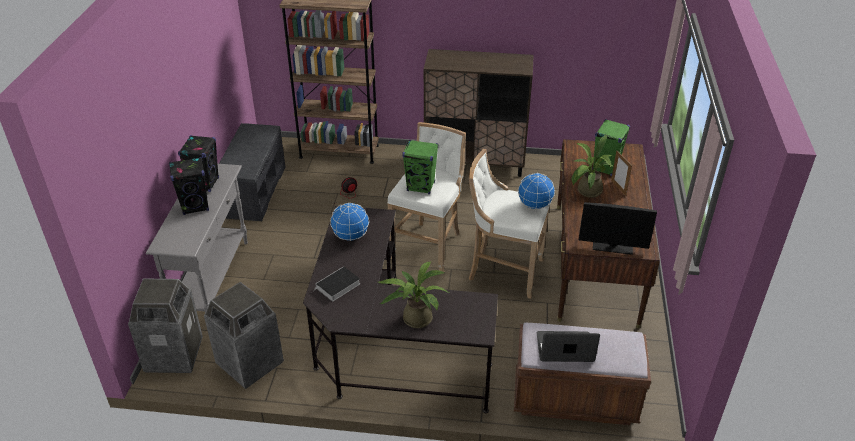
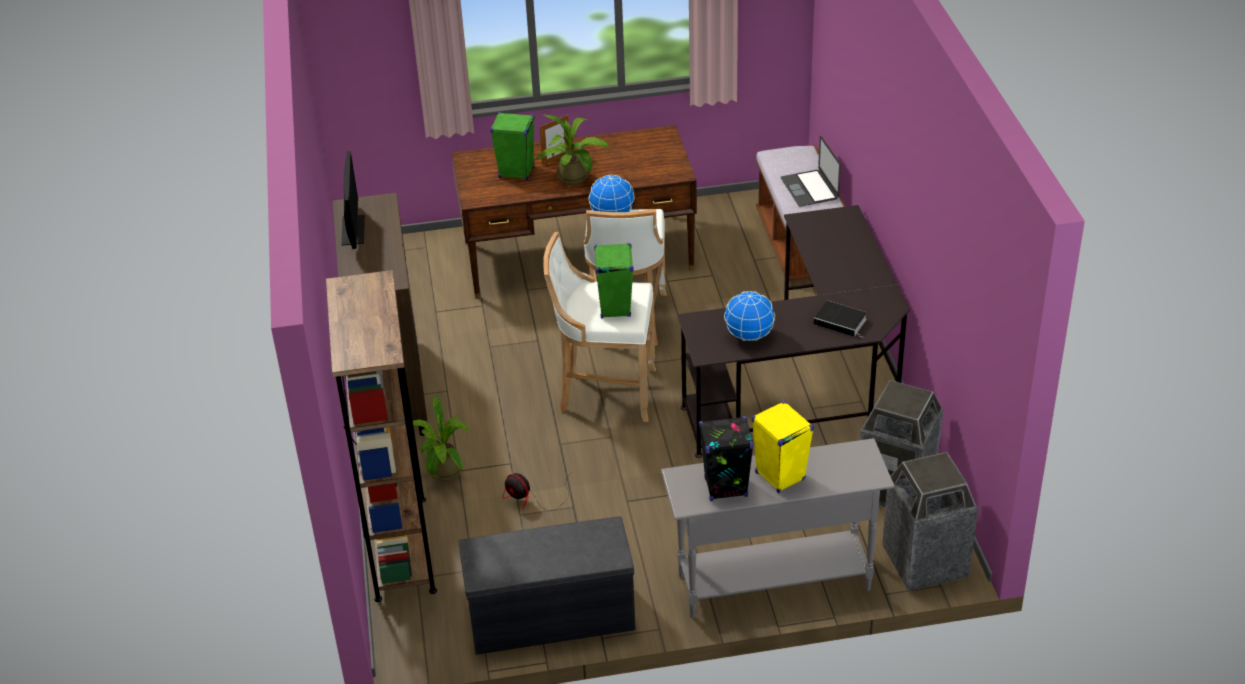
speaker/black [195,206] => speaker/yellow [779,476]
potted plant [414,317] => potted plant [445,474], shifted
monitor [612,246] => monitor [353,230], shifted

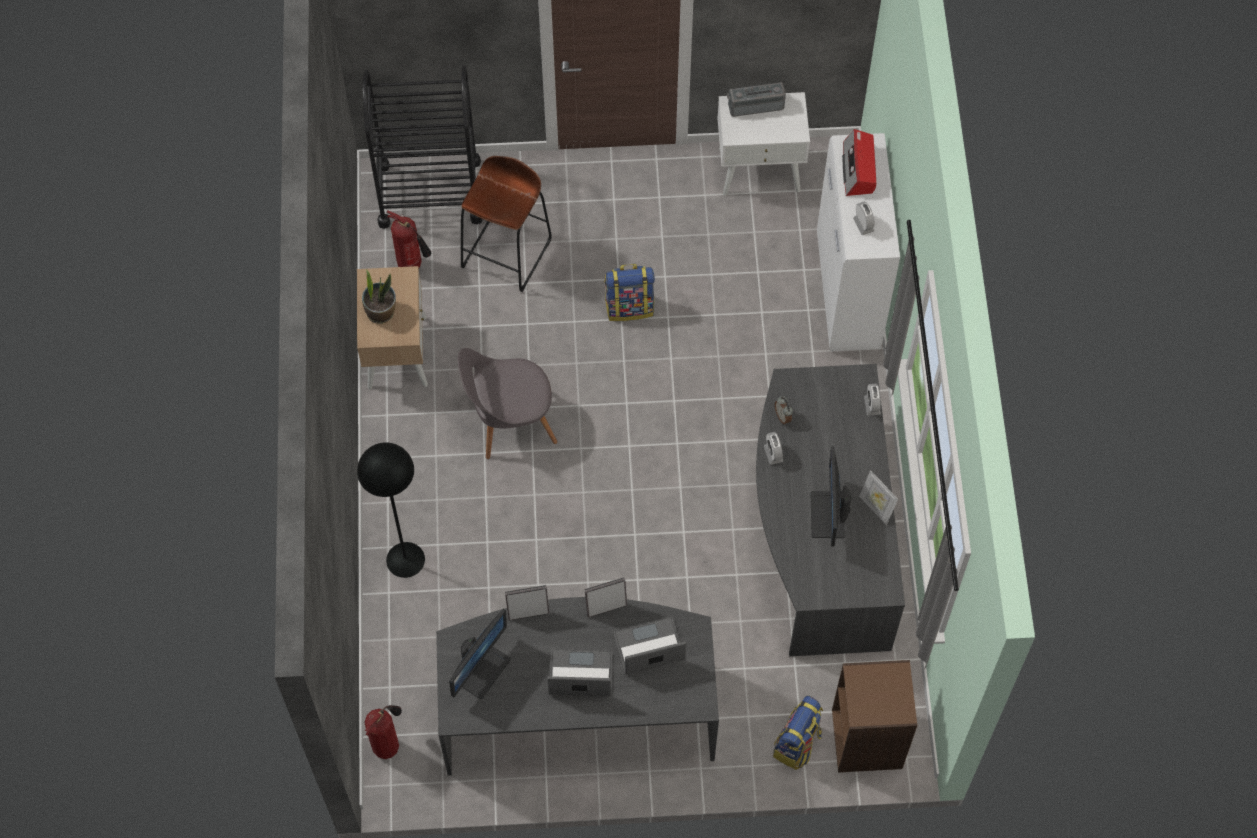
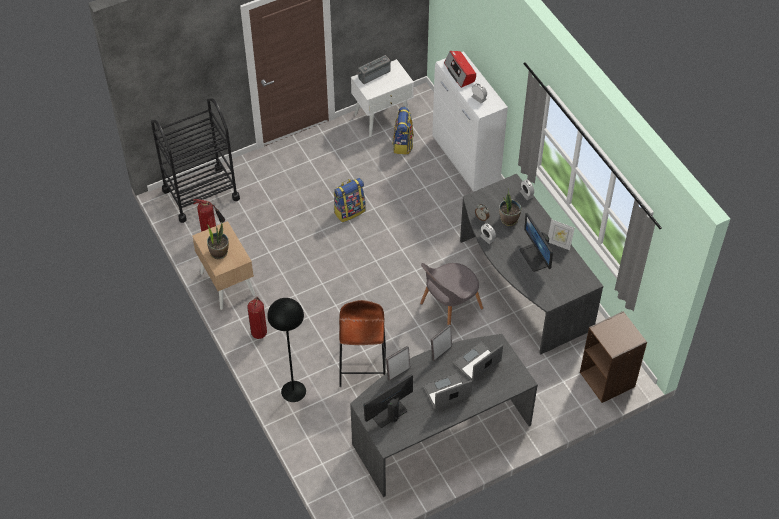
fire extinguisher [387,744] => fire extinguisher [259,332], shifted
monitor [481,669] => monitor [388,412], 135 degrees counterclockwise
chair/grey [509,421] => chair/grey [449,307], shifted
stool/brown [507,253] => stool/brown [363,367], shifted
backpack [797,744] => backpack [403,144], shifted
nothing => potted plant [508,219]

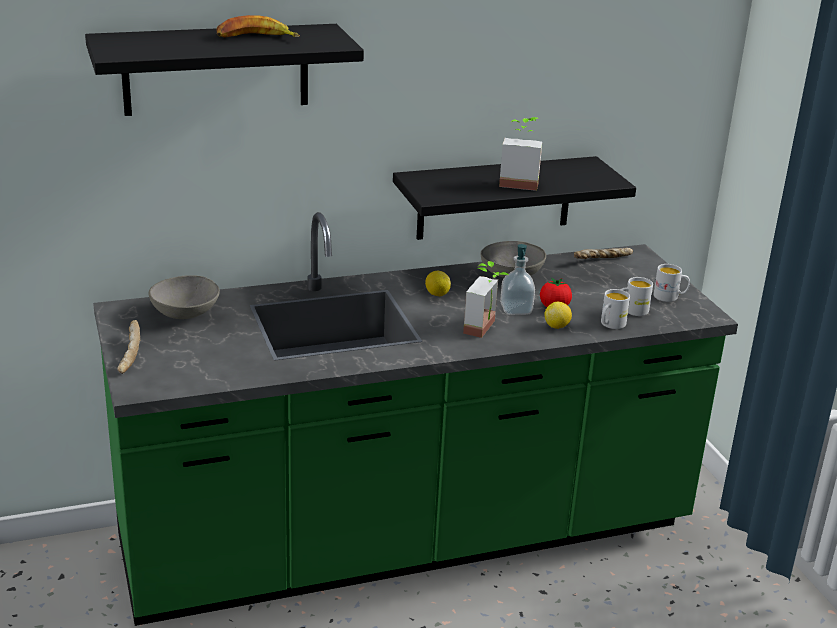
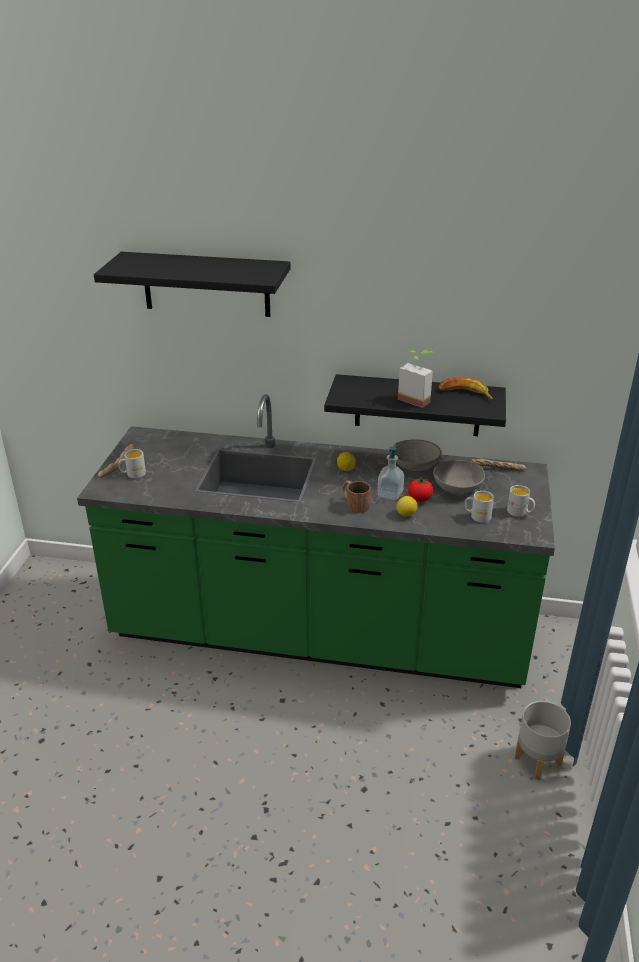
bowl/grey [184,313] => bowl/grey [457,488], shifted
banana [256,38] => banana [464,393], shifted
potted plant [487,329] => mug/brown [354,504]
mug/white [610,325] => mug/white [133,474], shifted
nothing => planter/grey [538,760]

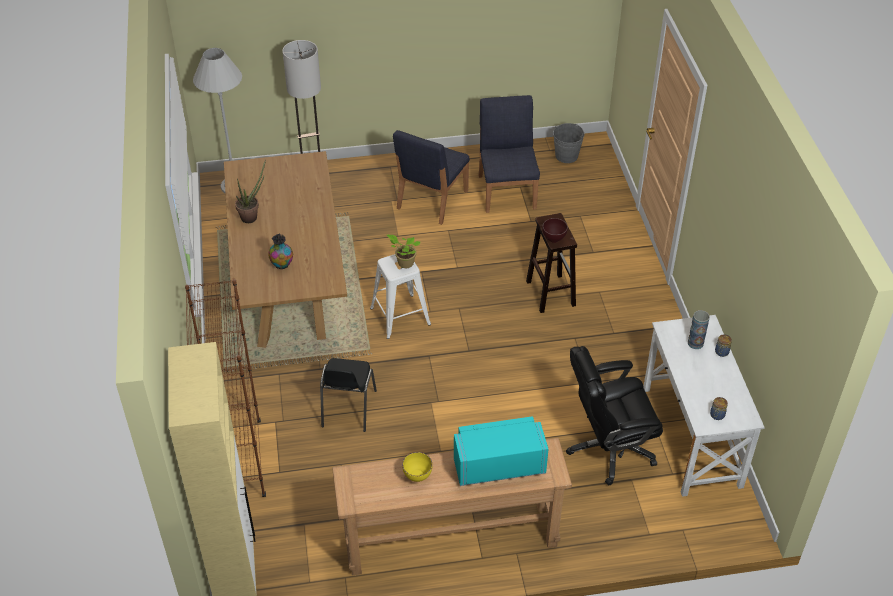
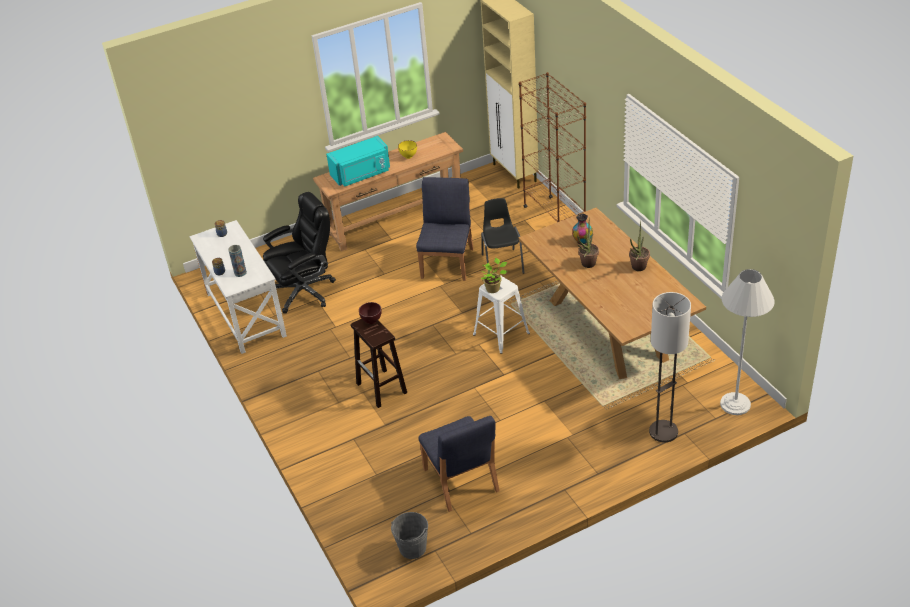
chair/blue [431,200] => chair/blue [448,262], shifted
nothing => potted plant [587,265]

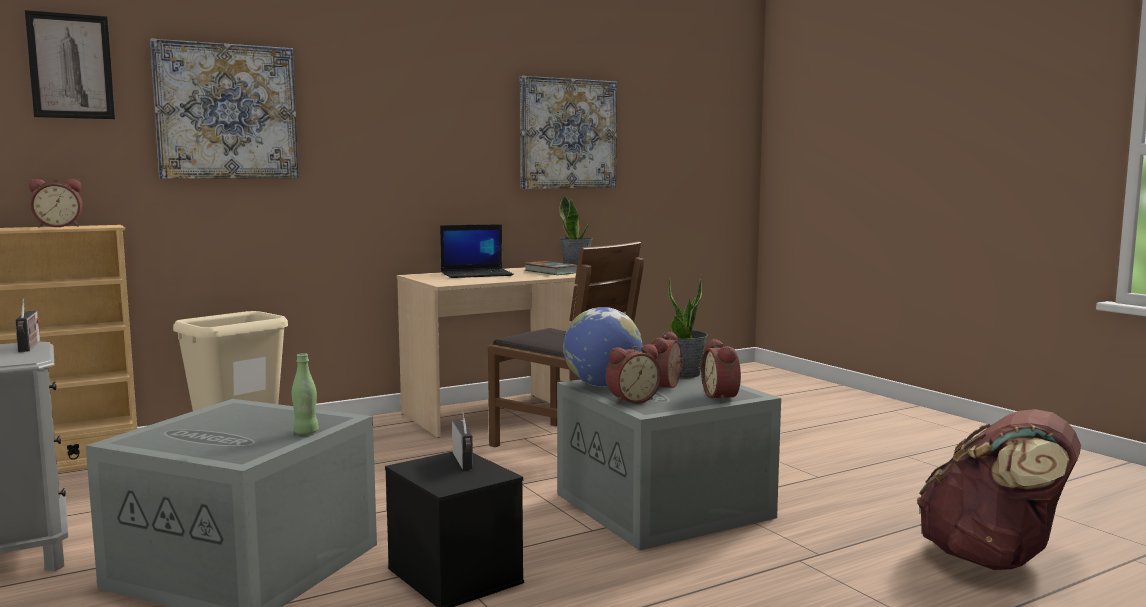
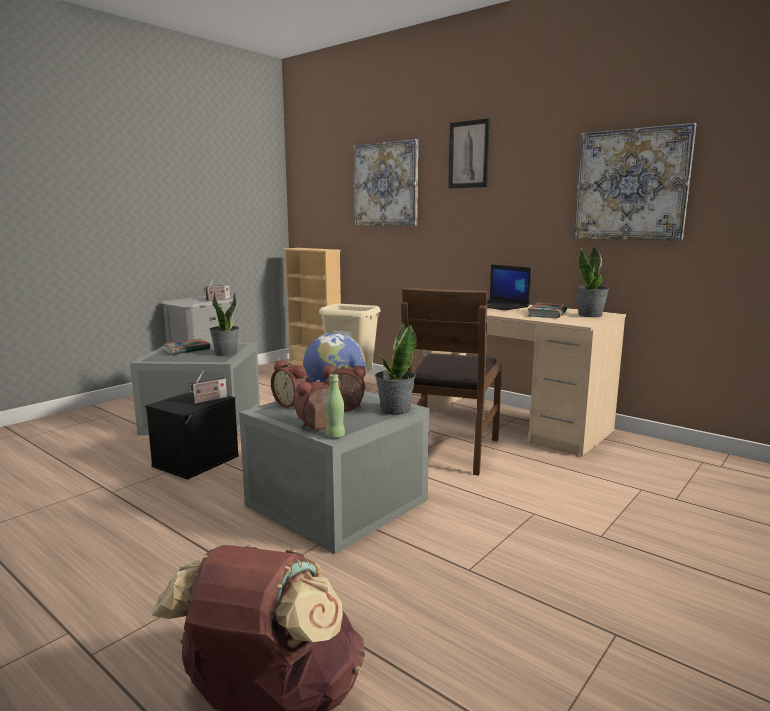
picture [71,66] => picture [468,154], shifted
alarm clock [59,226] => nothing
bottle/green [306,432] => bottle/green [335,436], shifted
nothing => book [186,350]
nothing => potted plant [225,353]

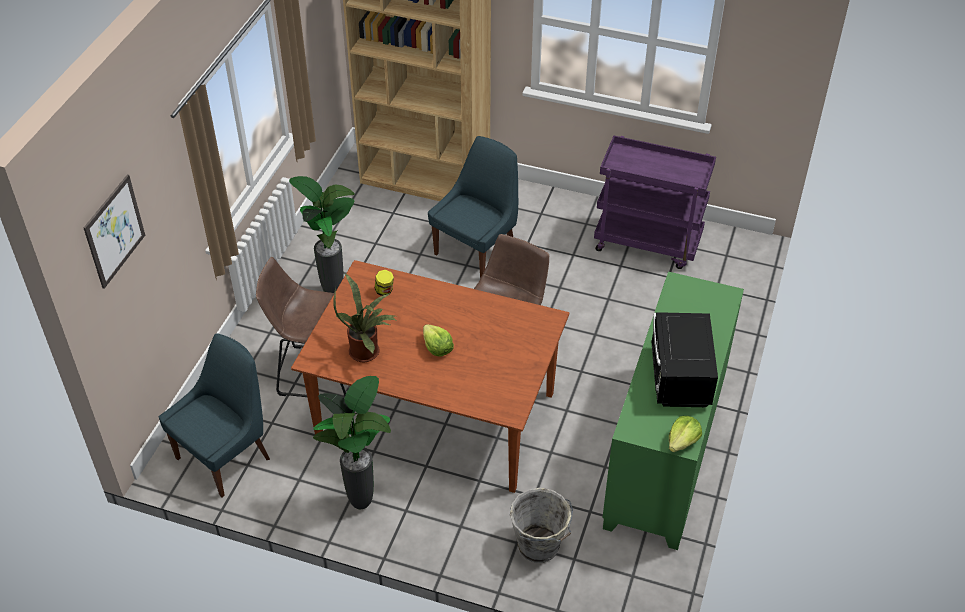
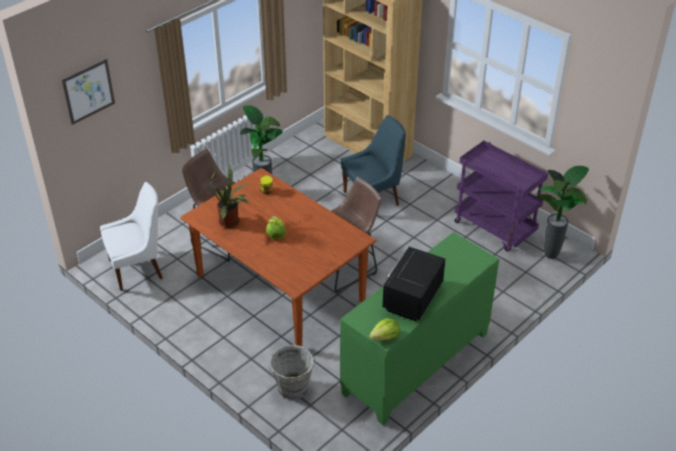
chair/blue [226,456] => chair/white [138,268]
potted plant [363,502] => potted plant [552,256], shifted

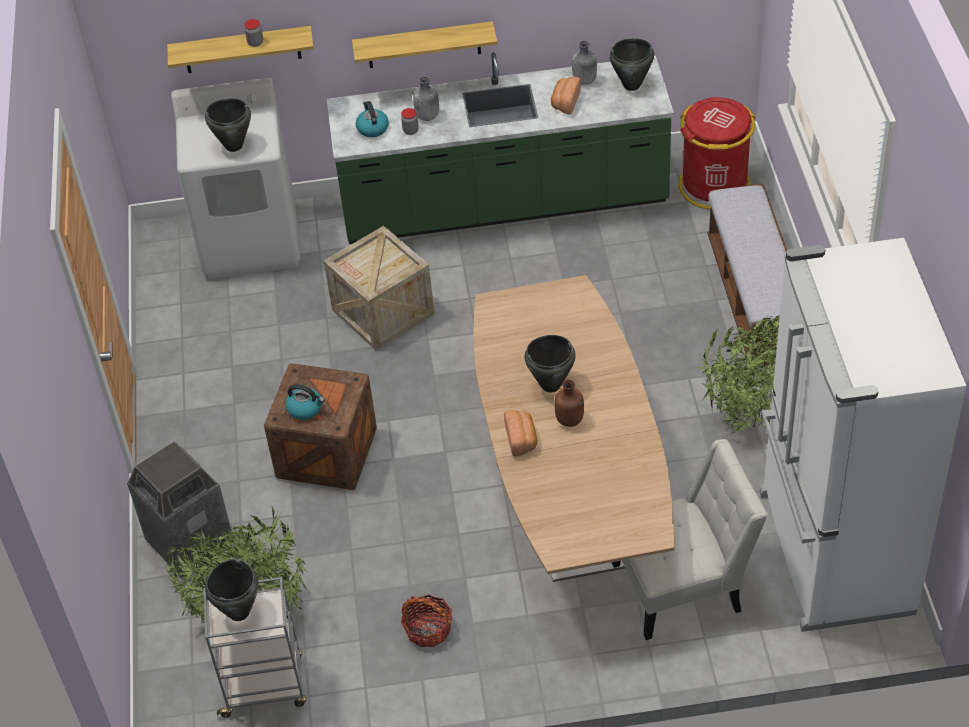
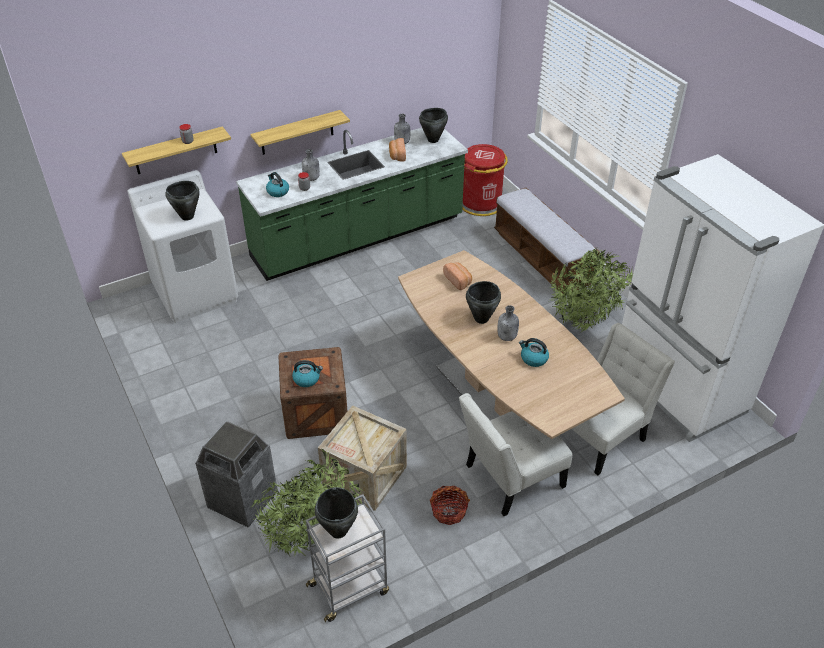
crate [383,312] => crate [364,475], shifted
bread [521,439] => bread [458,281], shifted
bottle/brown [570,420] => bottle/grey [507,337]
nothing => chair/white [509,478]
nothing => kettle [533,359]

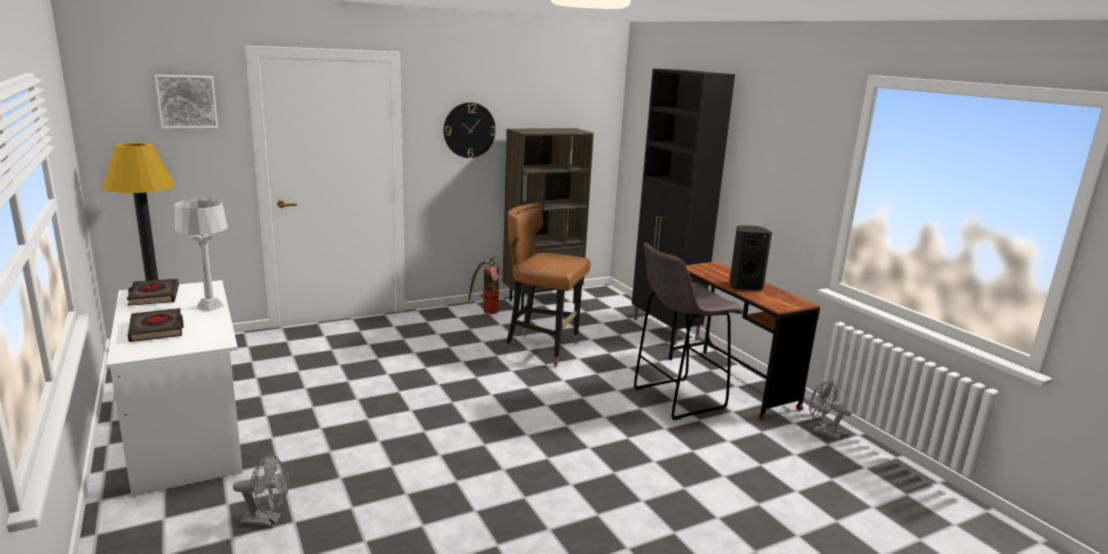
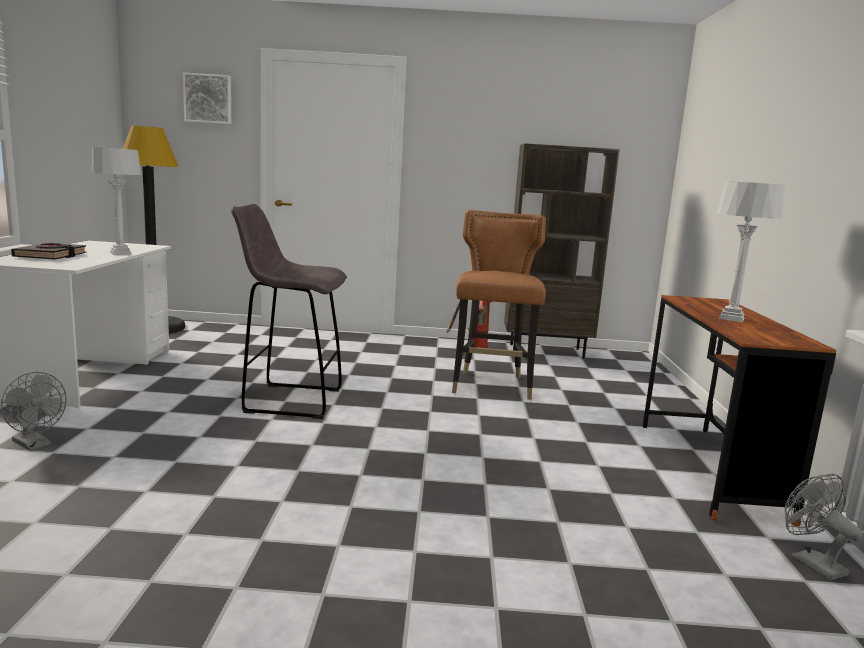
book/black [153,296] => nothing
wall clock [469,130] => nothing
chair/brown [542,349] => chair/brown [492,386], 45 degrees clockwise
cabinet/black [665,330] => nothing
stool/grey [676,399] => stool/grey [290,400], shifted
speaker/black [744,286] => table lamp/grey [731,318]

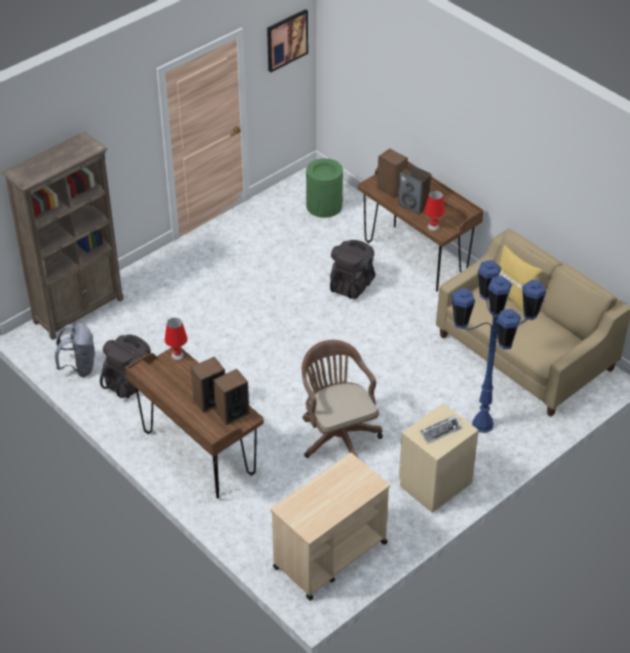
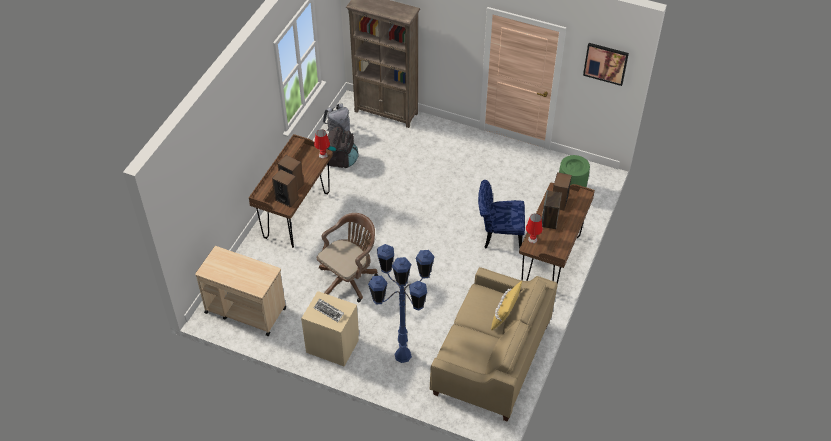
backpack/black [352,284] => chair/blue [498,235]

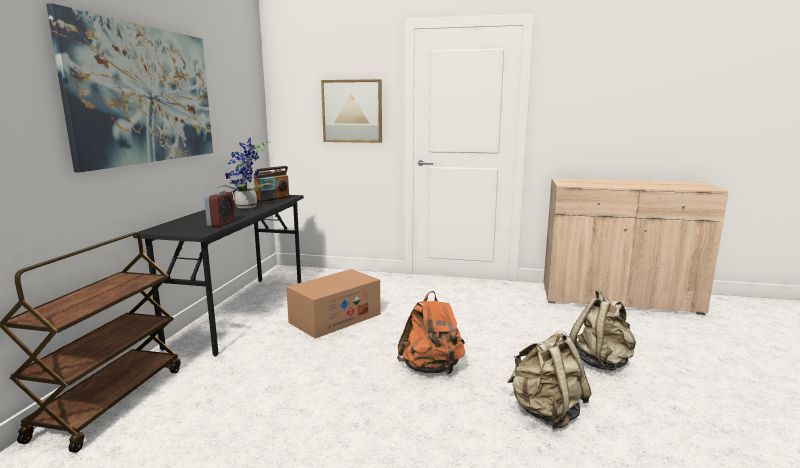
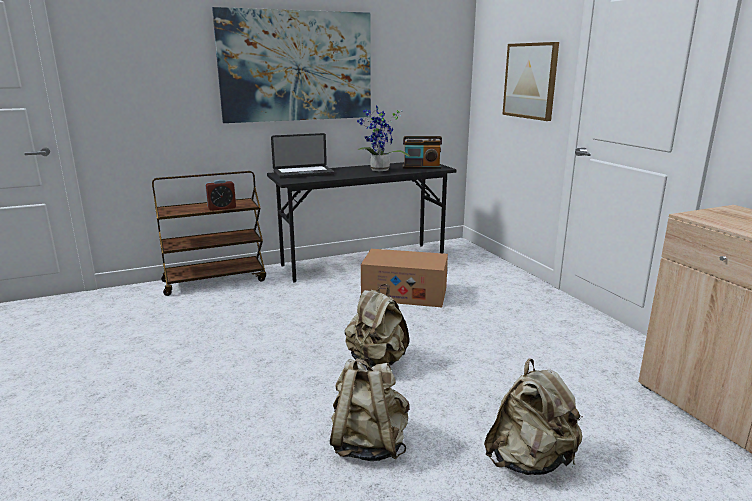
alarm clock [221,223] => alarm clock [222,208], shifted
backpack/orange [431,368] => backpack/beige [376,362]
nothing => laptop [303,173]

